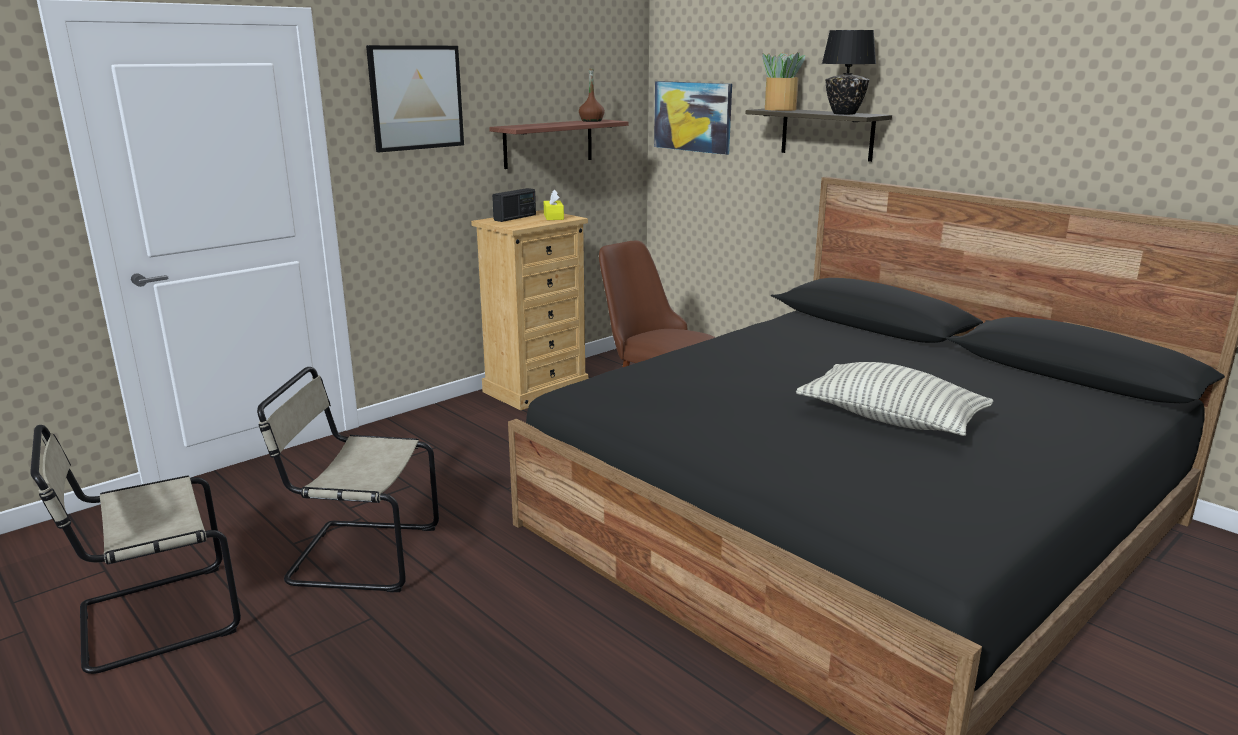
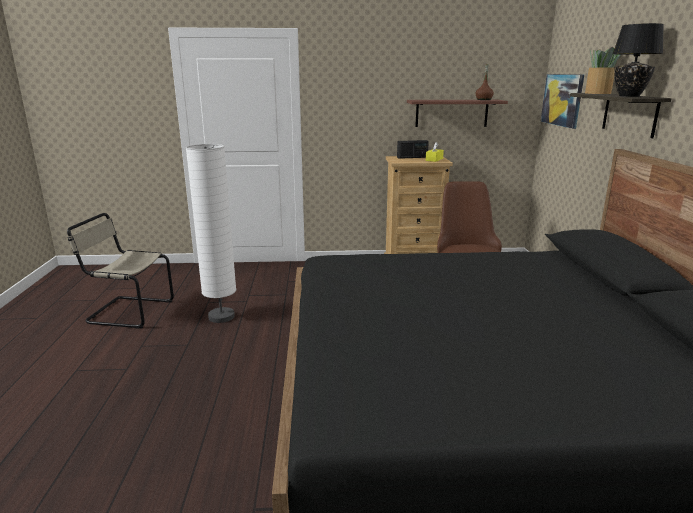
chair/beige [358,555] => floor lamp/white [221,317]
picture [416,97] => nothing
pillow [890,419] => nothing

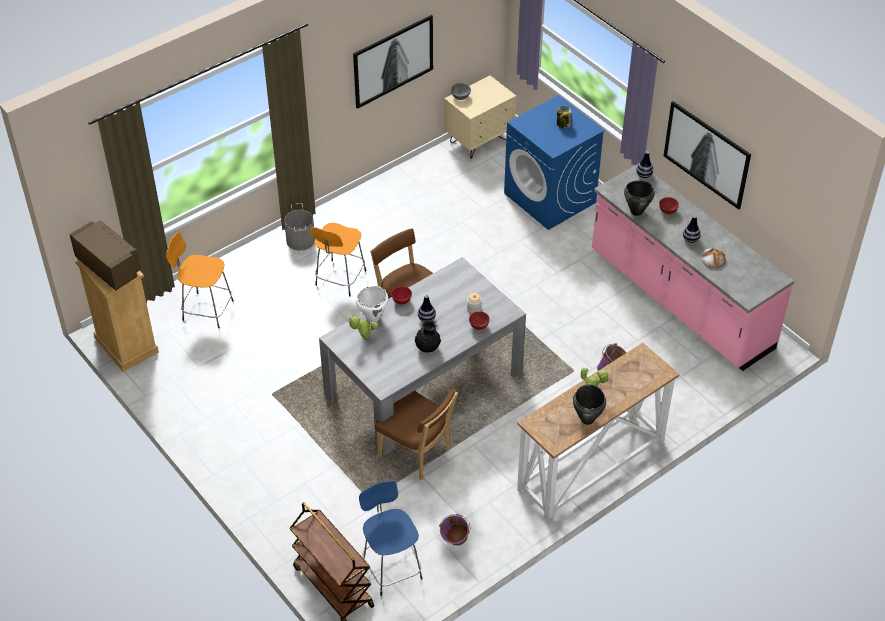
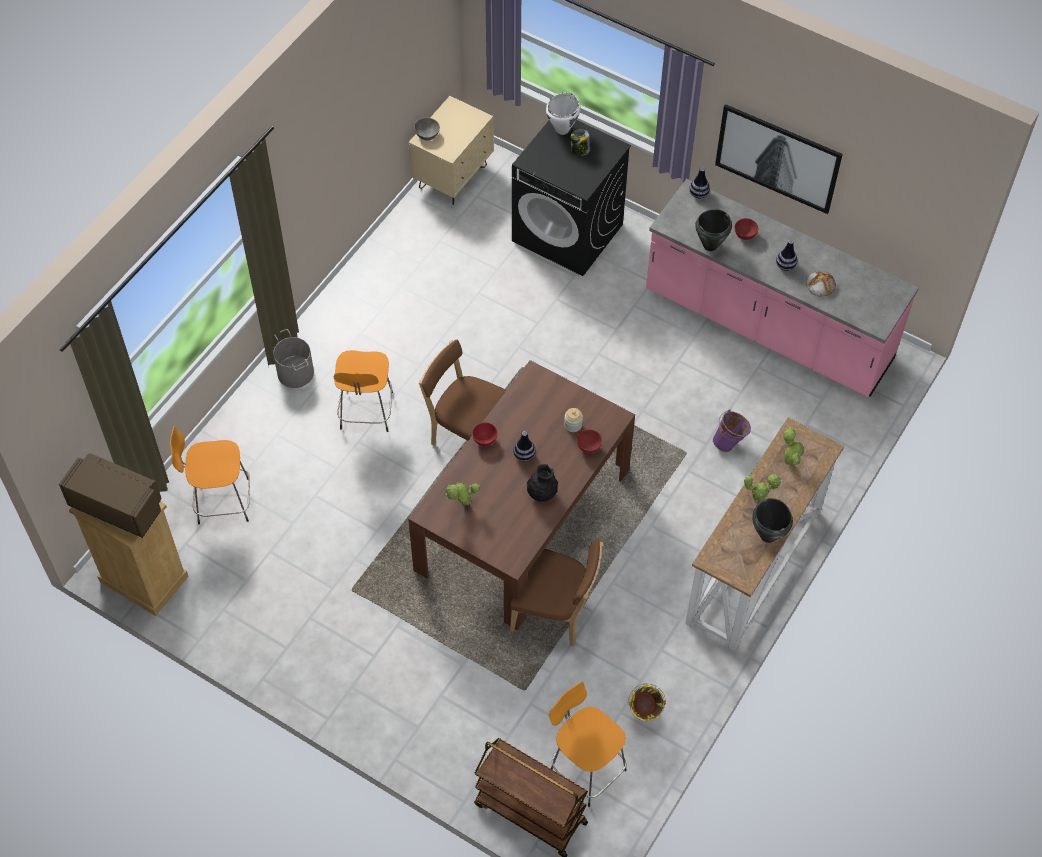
dining table/grey [423,382] => dining table/brown [523,520]
picture [392,60] => nothing
cooking pot/white [373,318] => cooking pot/white [562,129], shifted
stool/blue [391,568] => stool/orange [586,768]
bucket/purple [454,544] => bucket/yellow [644,714]
washing machine/blue [550,198] => washing machine/black [568,233]
nothing => potted plant [789,462]

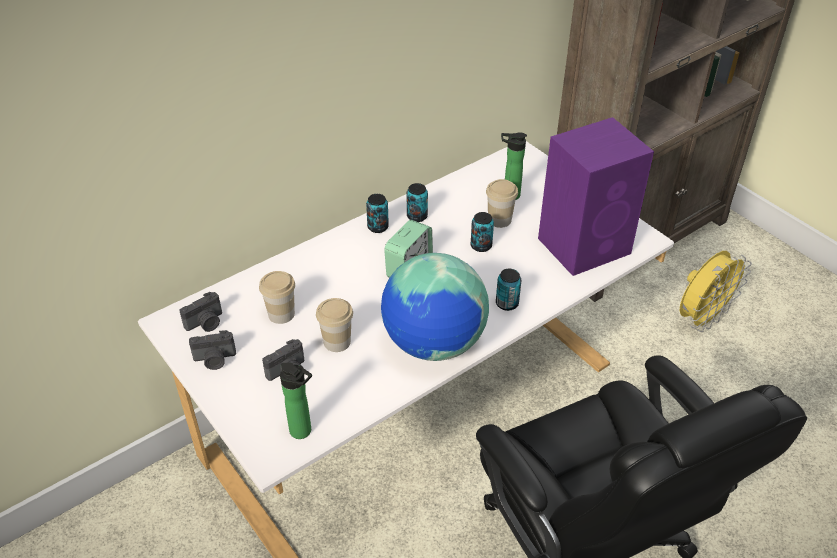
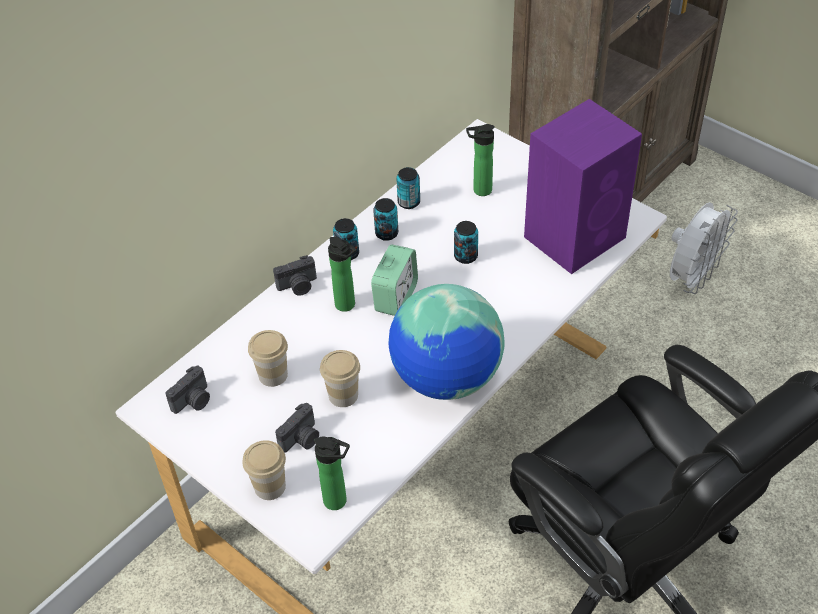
photo camera [215,360] => photo camera [298,286], shifted
cup [499,220] => cup [270,486], shifted
can [507,303] => can [409,202], shifted
fan/yellow [702,318] => fan/white [692,278]
nothing => bottle [347,306]

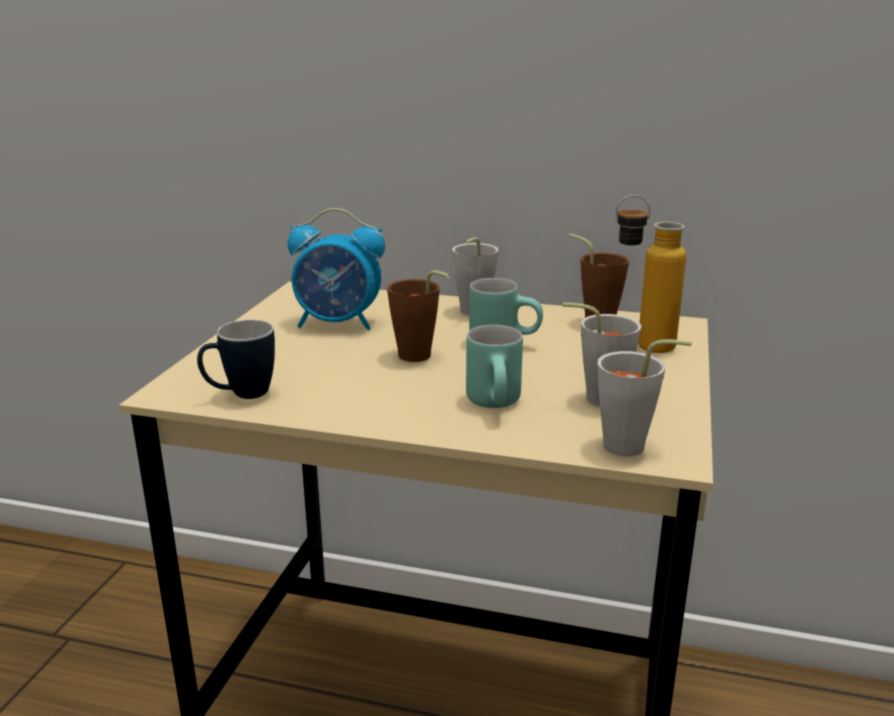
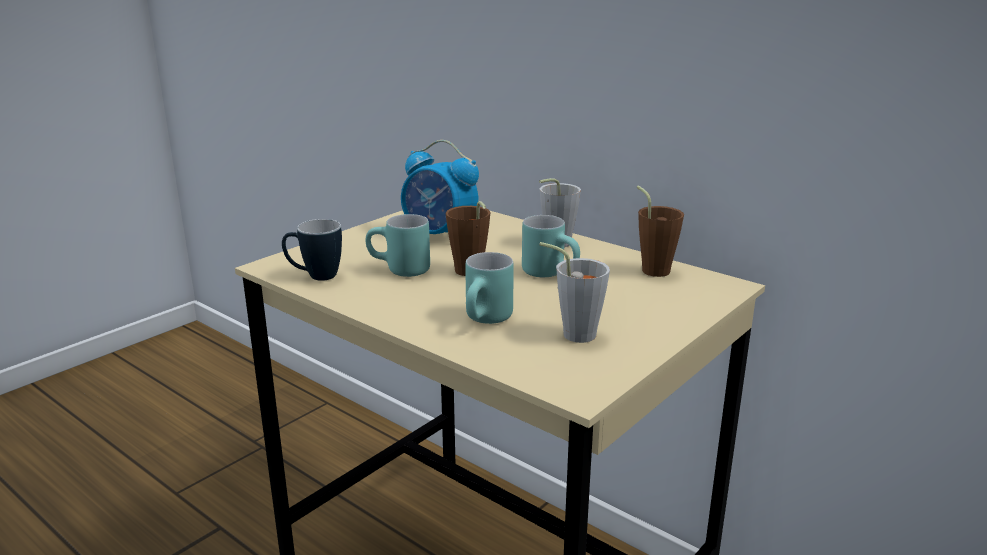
cup/grey [633,448] => nothing
bottle [640,346] => nothing
nothing => mug/turquoise [399,271]

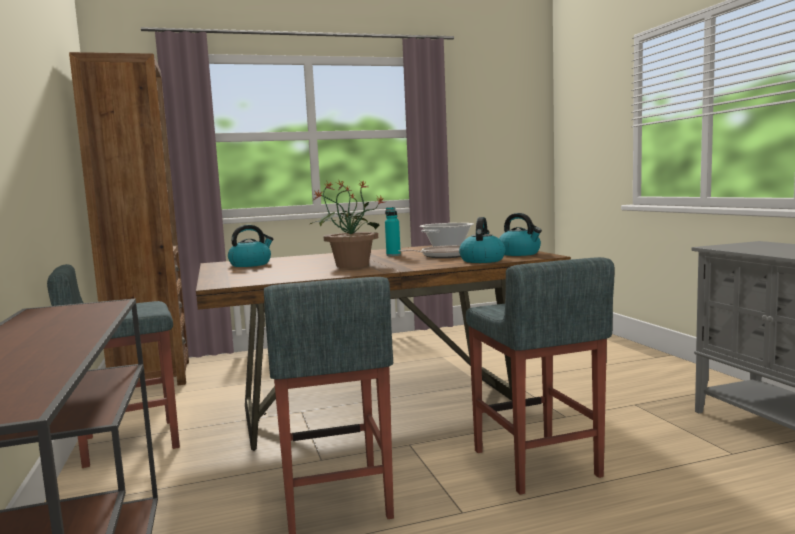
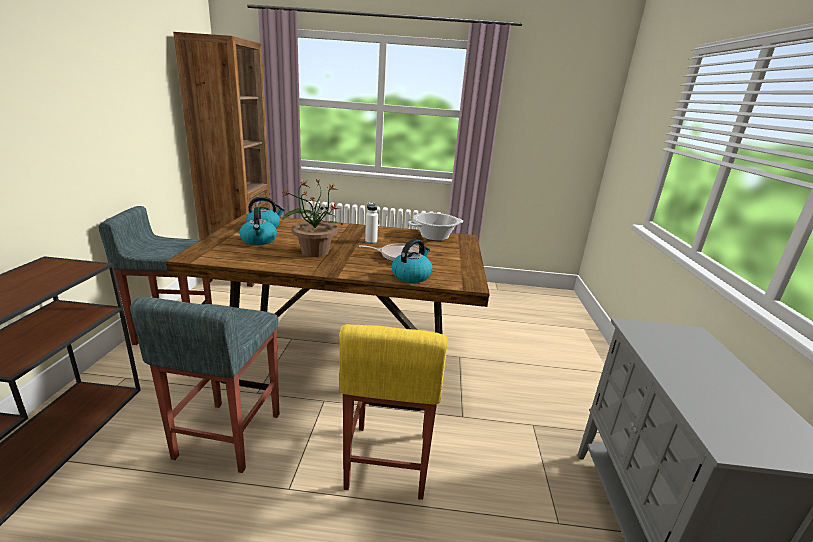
bottle/turquoise [393,255] => bottle/white [371,242]
stool/grey [536,464] => stool/yellow [387,461]
kettle [519,253] => kettle [259,240], shifted

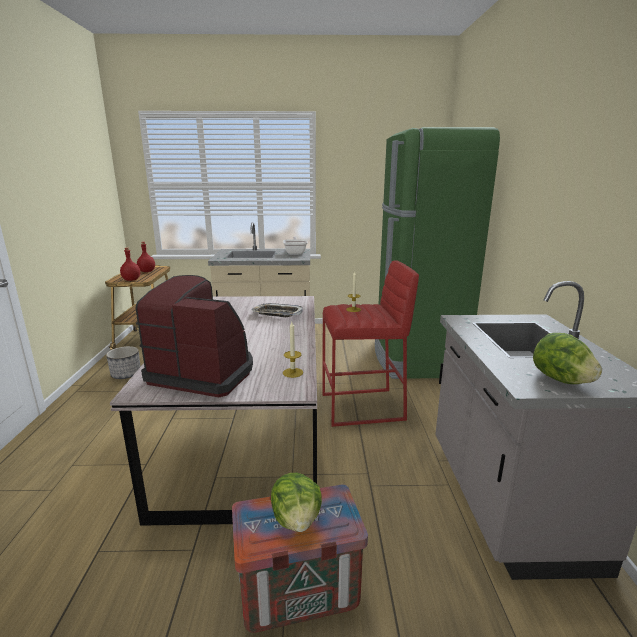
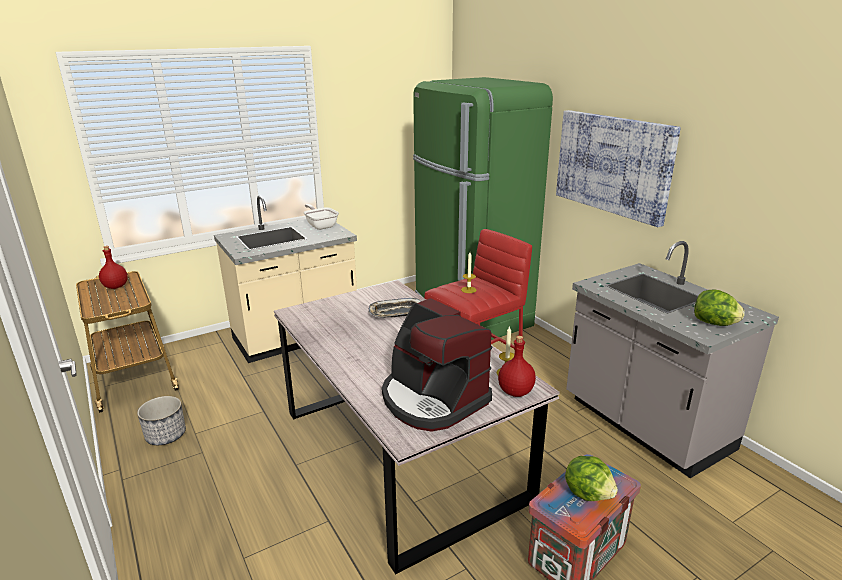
bottle/red [131,280] => bottle/red [515,392], shifted
coffee machine [203,373] => coffee machine [433,399], 120 degrees counterclockwise
nothing => picture [614,164]

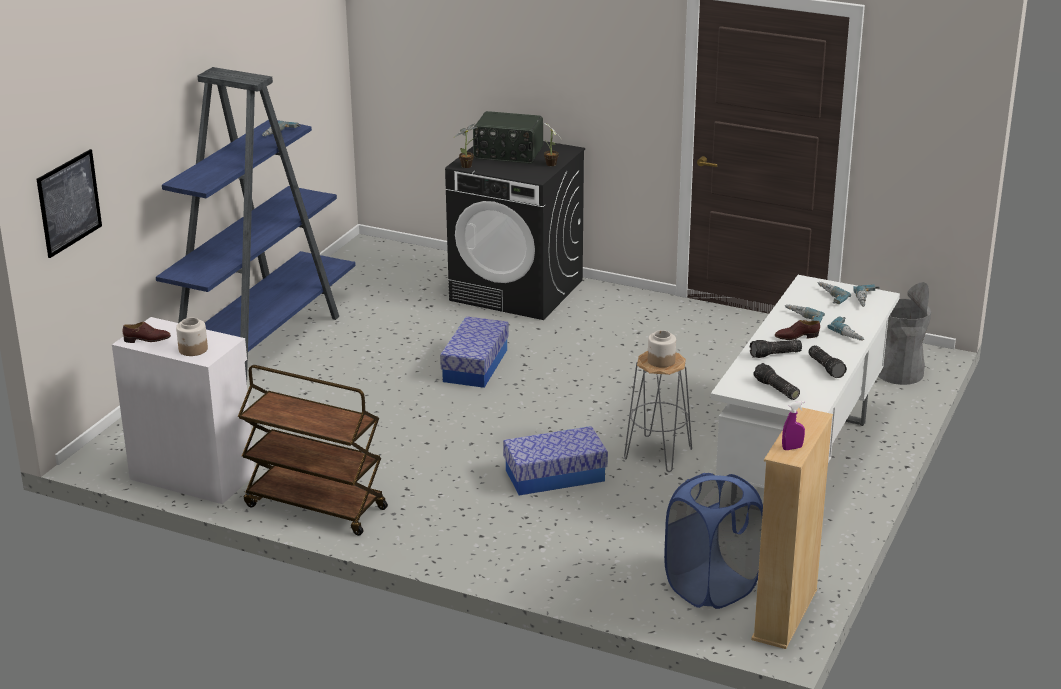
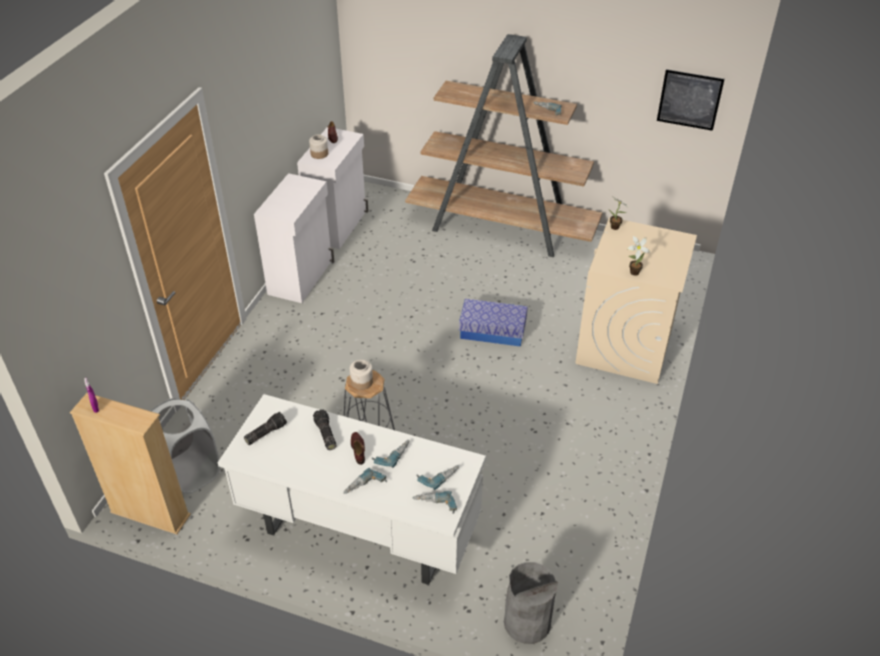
picture [69,203] => picture [689,100], shifted
bookcase/blue [259,346] => bookcase/brown [502,228]
cart/brown [314,507] => cabinet/white [301,277]
washing machine/black [517,290] => washing machine/beige [625,345]
radio [508,153] => nothing
storage box [554,476] => nothing
laundry basket/blue [711,587] => laundry basket/white [189,471]
flashlight [826,367] => nothing

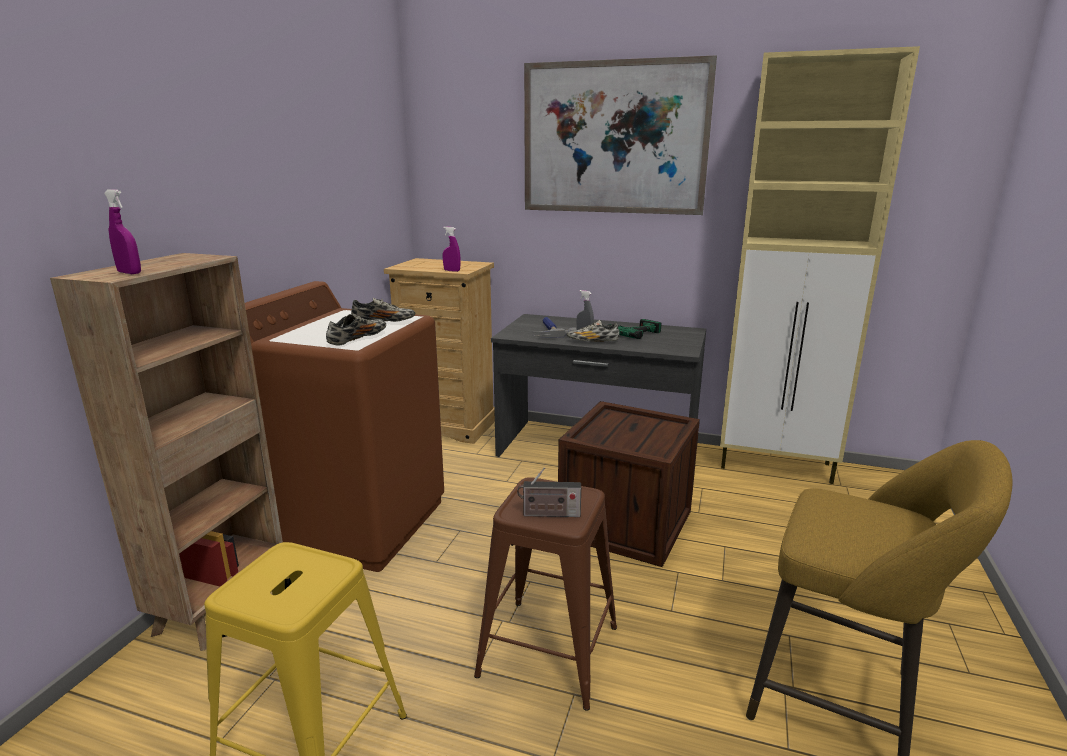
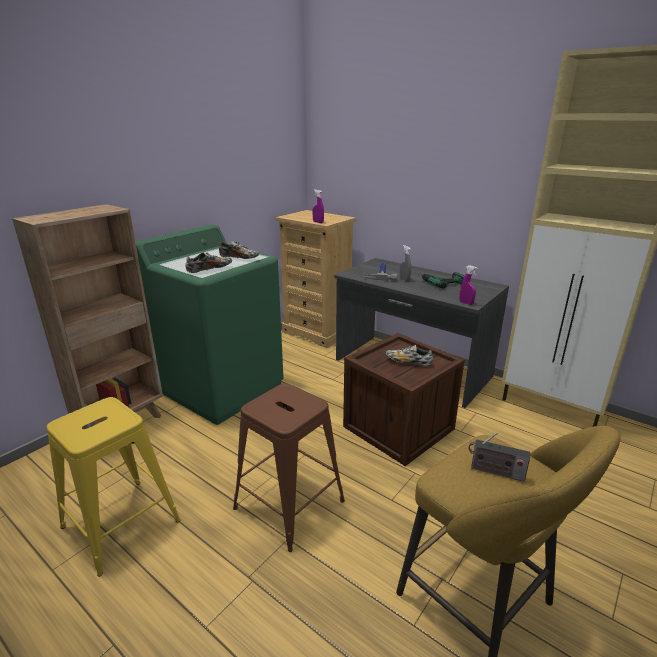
spray bottle/purple [129,273] => spray bottle/purple [466,303], shifted
washing machine/brown [356,521] => washing machine/green [222,388]
radio [548,514] => radio [494,472], shifted
picture [613,138] => nothing
shoe [592,341] => shoe [408,362], shifted

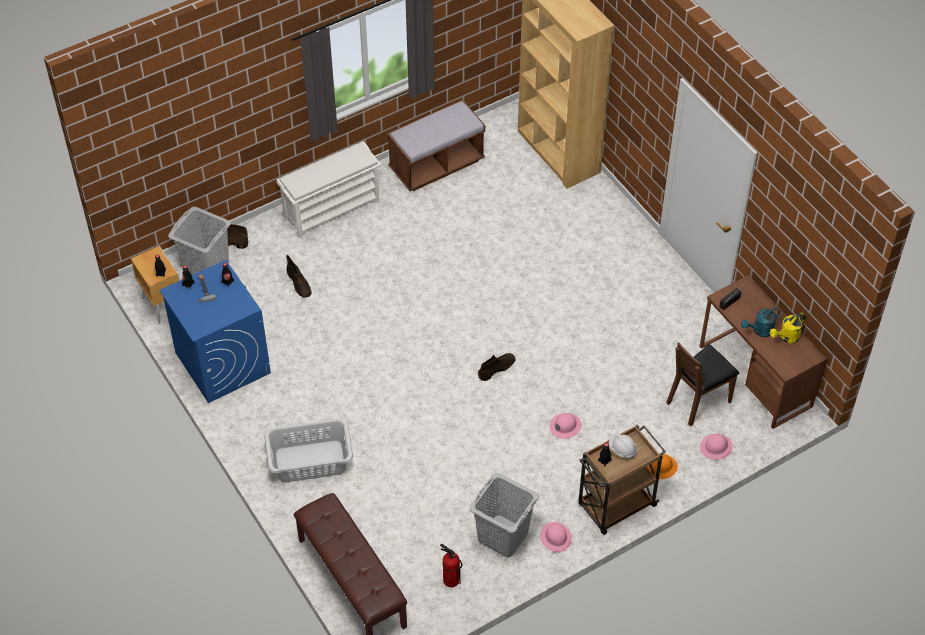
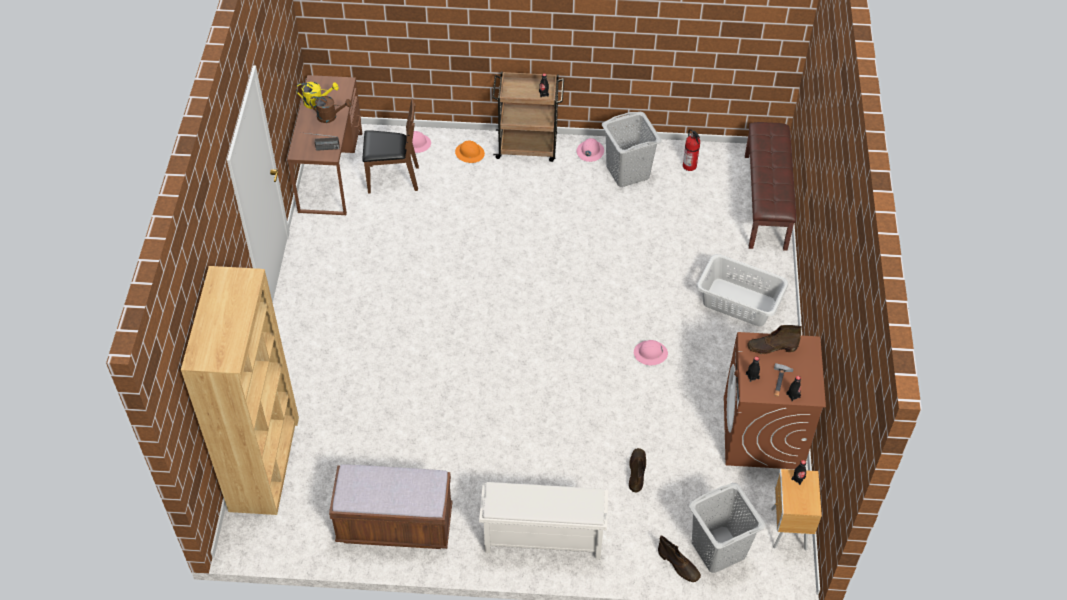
washing machine/blue [222,362] => washing machine/brown [763,433]
boot/brown [497,368] => boot/brown [771,347], shifted
hard hat/pink [565,426] => hard hat/pink [650,353], shifted
hard hat/white [622,450] => nothing
watering can/turquoise [760,331] => watering can/brown [330,116]

